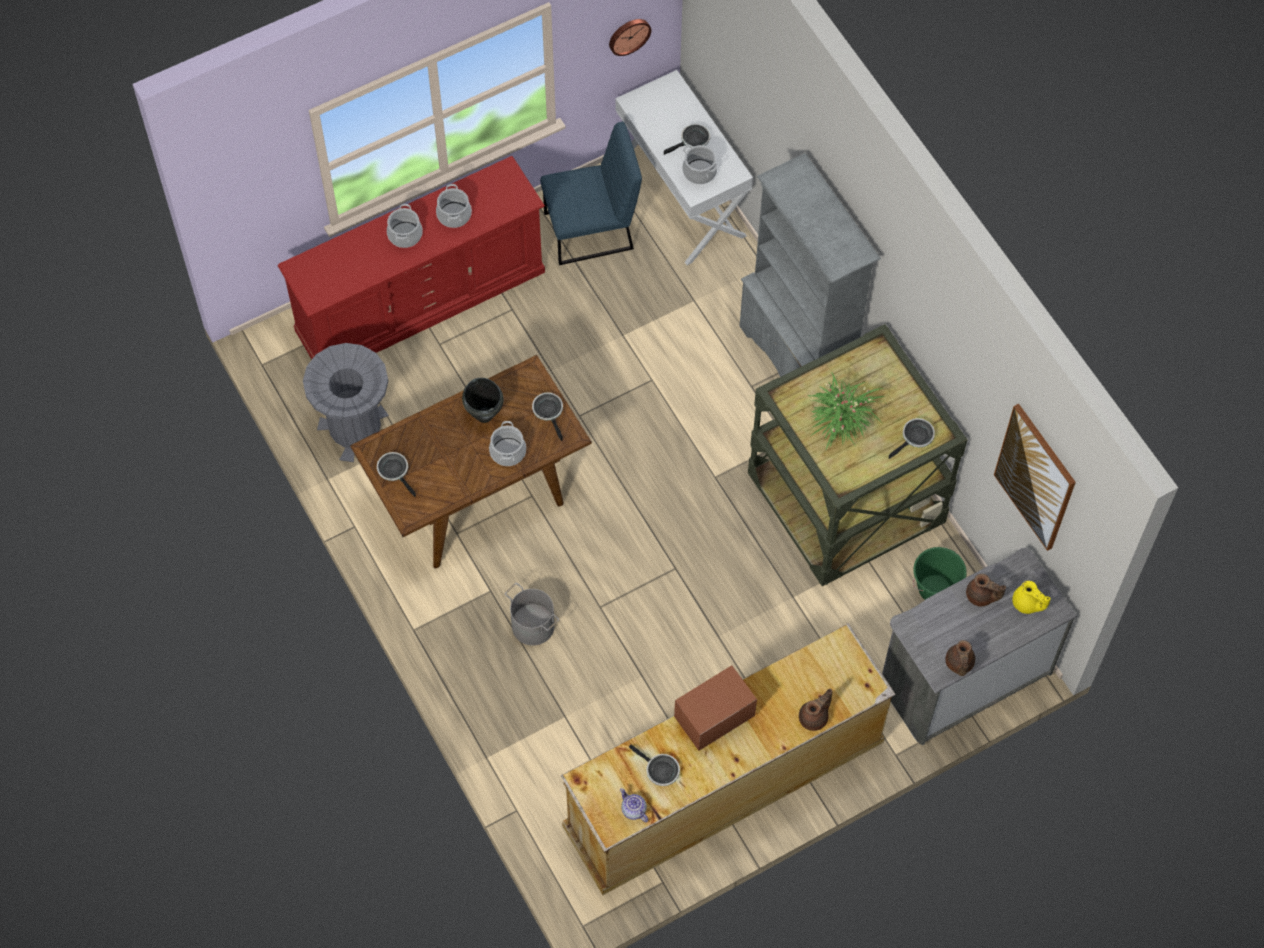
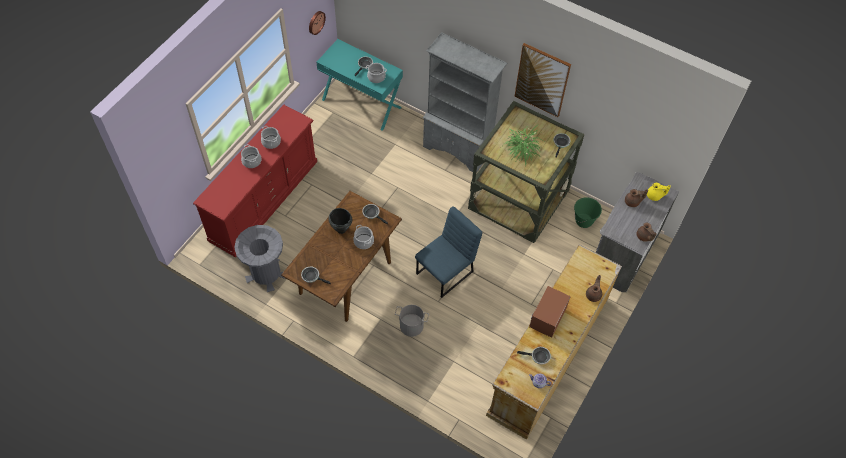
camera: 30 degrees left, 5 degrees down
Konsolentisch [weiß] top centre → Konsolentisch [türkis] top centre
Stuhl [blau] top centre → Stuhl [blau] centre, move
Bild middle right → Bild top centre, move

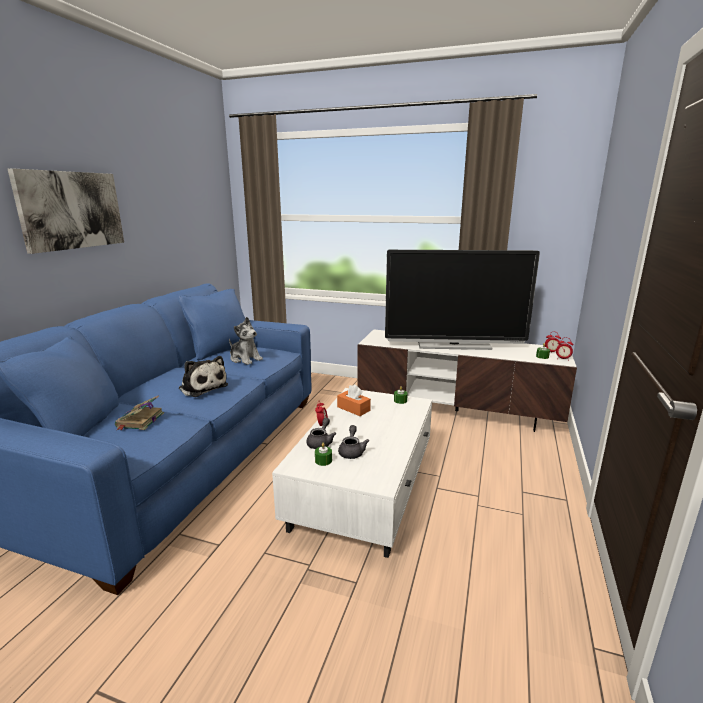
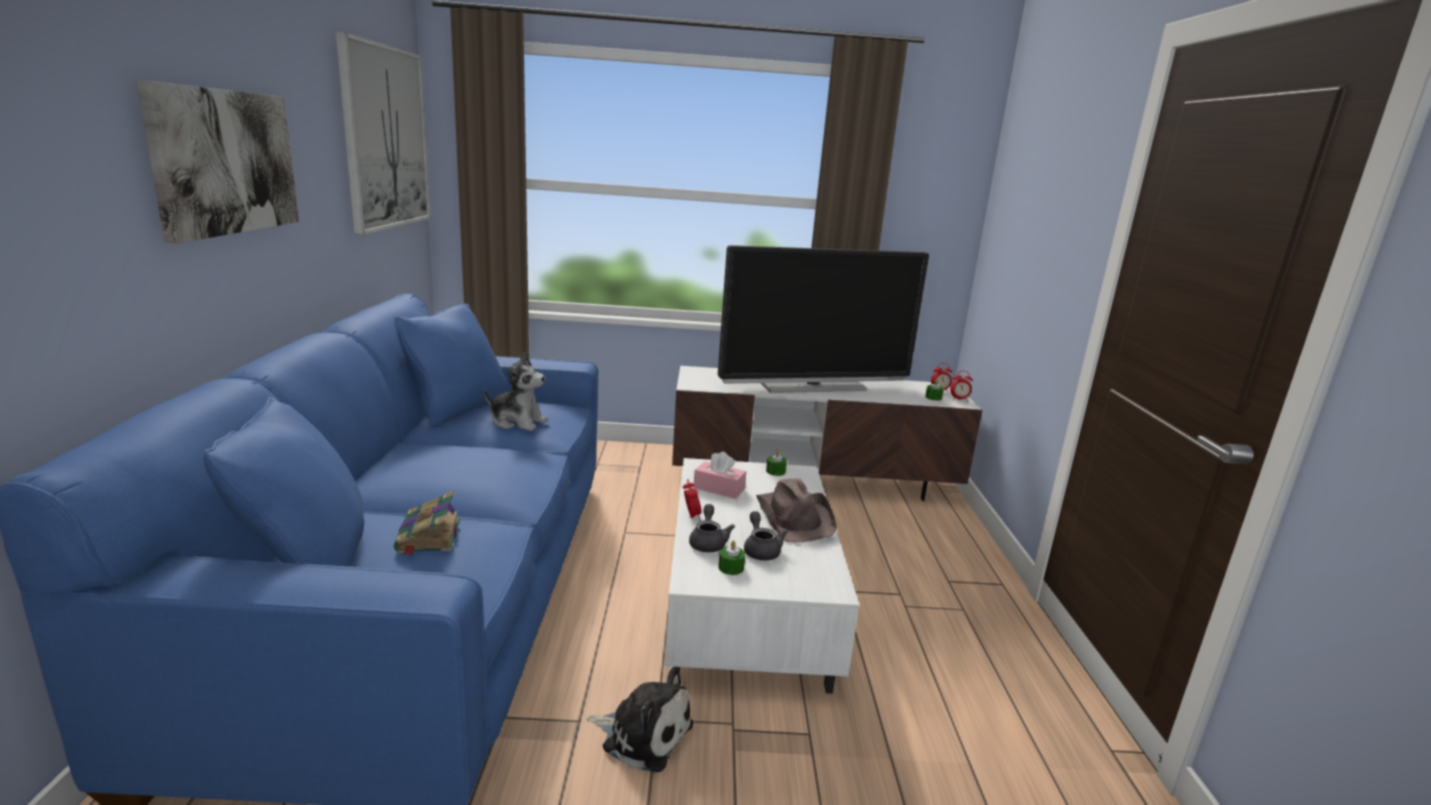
camera: 20 degrees left, 0 degrees up
Plüschtier (1st from left in the first image) middle left → Plüschtier (2nd from left) bottom centre, move
Taschentuchbox [orange] centre → Taschentuchbox [rosa] centre
- → Bild (2nd from left) top left
- → Hut [braun] centre

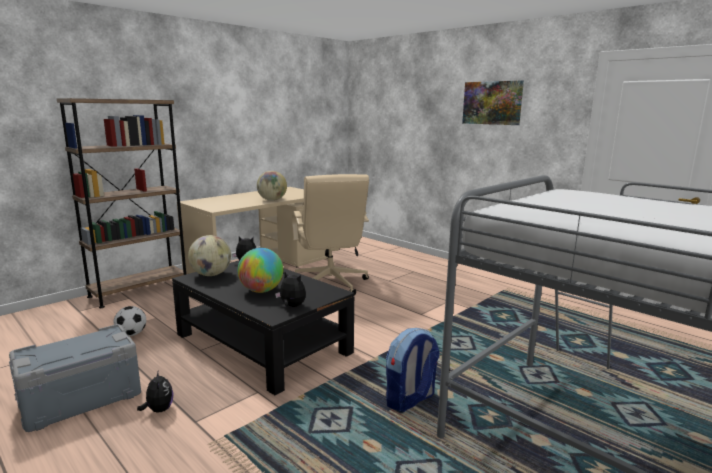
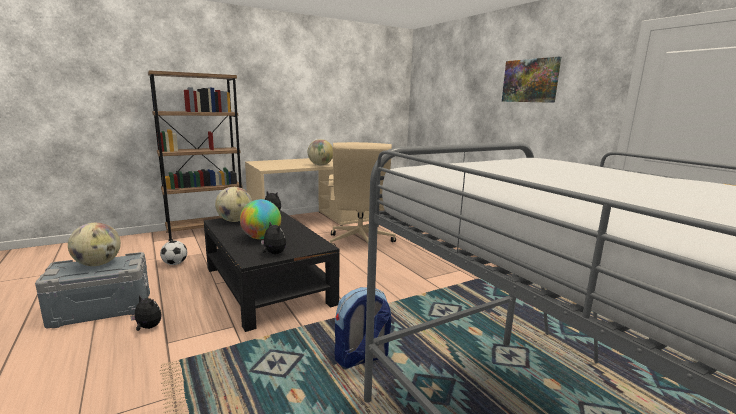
camera: 15 degrees right, 0 degrees up
Plüschtier (1st from left) bottom left, 60 degrees counterclockwise
- → Globus (1st from left) middle left

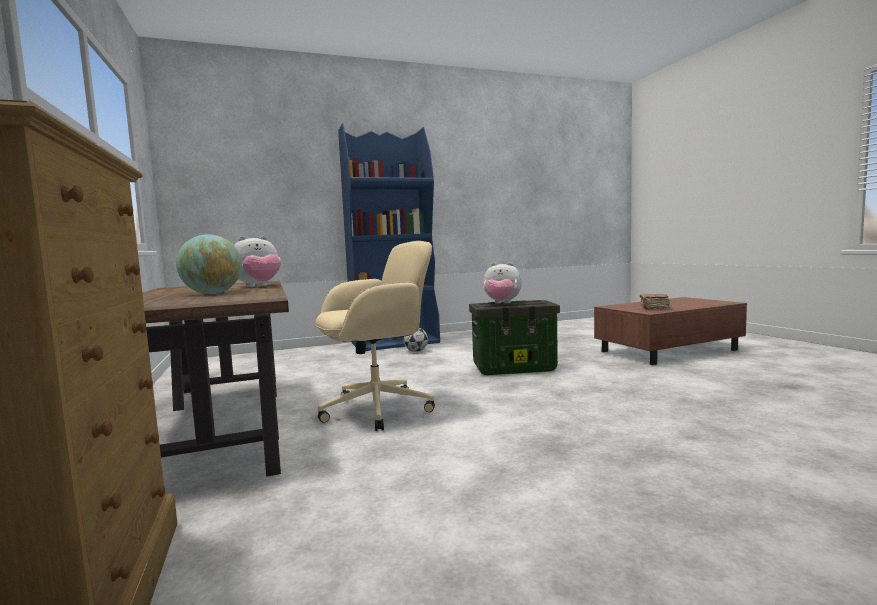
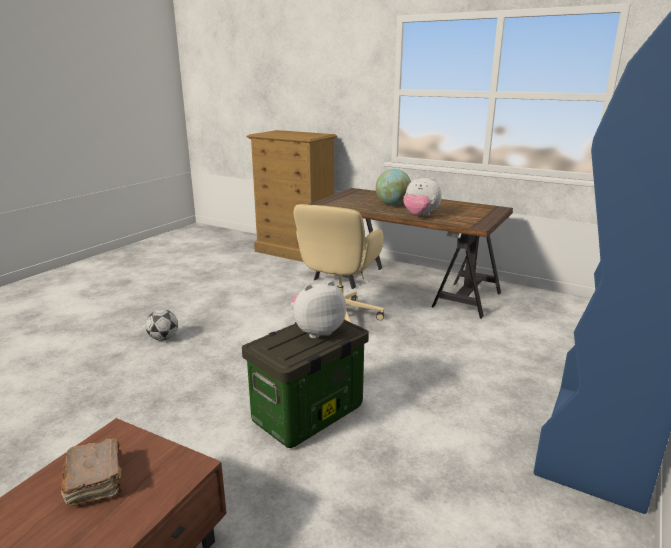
camera: 140 degrees right, 15 degrees up
Plüschtier (1st from left in the first image) middle left → Plüschtier (2nd from left) centre, 75 degrees counterclockwise
Fußball centre → Fußball middle left, move

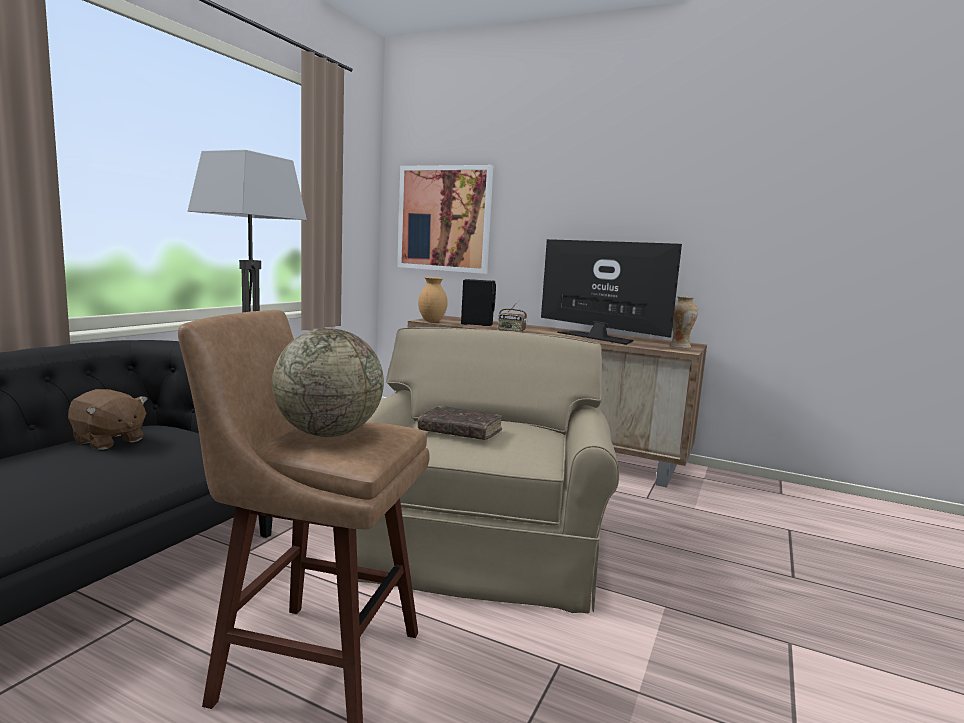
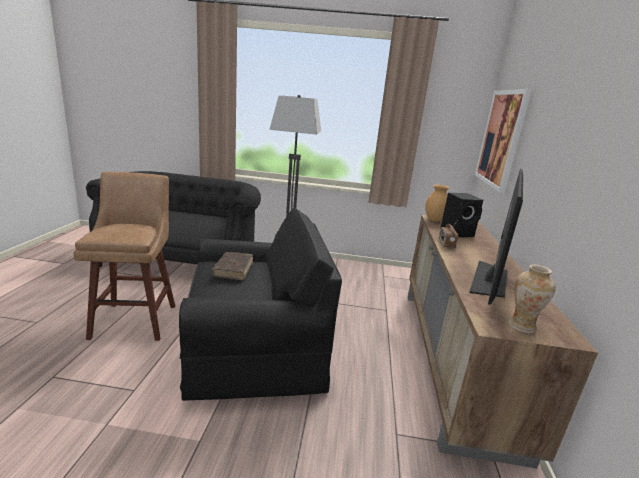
camera: 70 degrees right, 10 degrees up
Sessel [beige] centre → Sessel [schwarz] centre
Globus centre → -
Plüschtier [braun] middle left → -

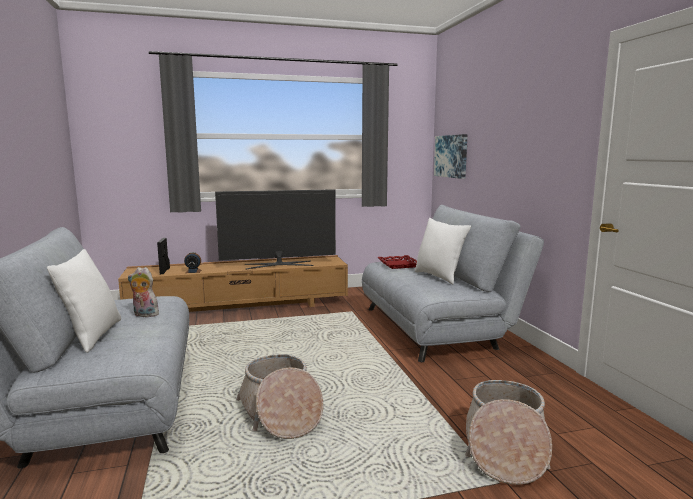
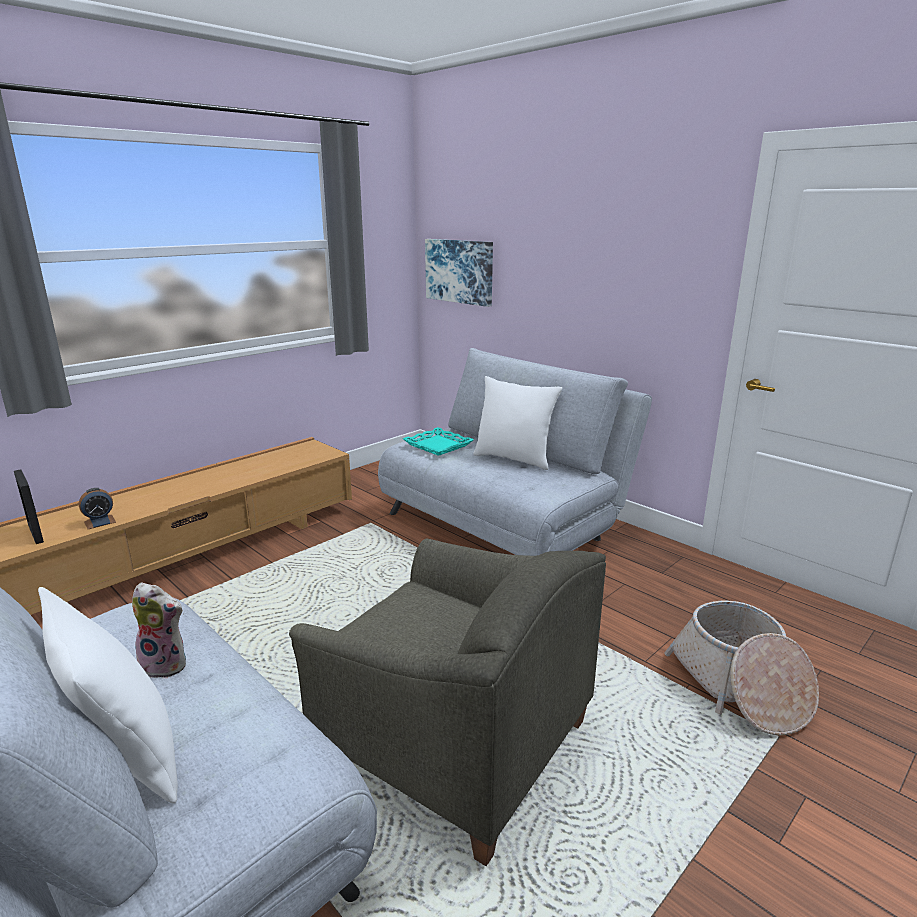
camera: 30 degrees left, 10 degrees up
Fernseher centre → -
Tablett [rot] centre → Tablett [türkis] centre
Plüschtier middle left → Plüschtier bottom left, 150 degrees counterclockwise
Korb (1st from left) bottom centre → Sessel [grau] bottom centre

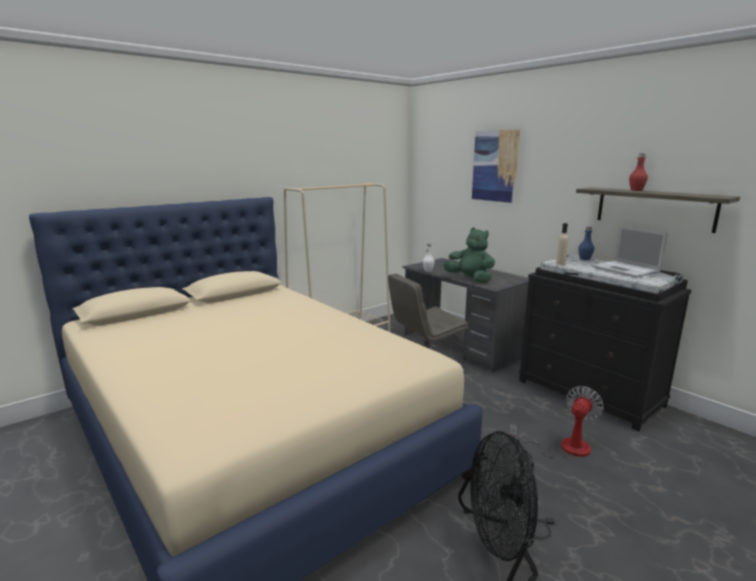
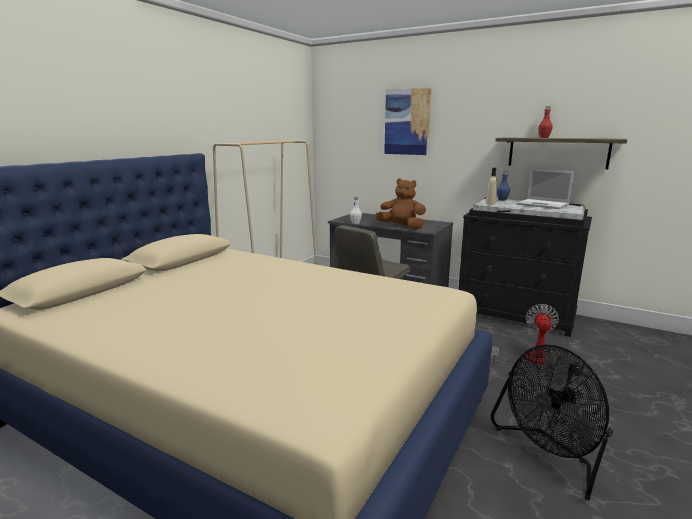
camera: 20 degrees left, 0 degrees up
Plüschtier [grün] centre → Plüschtier [braun] centre

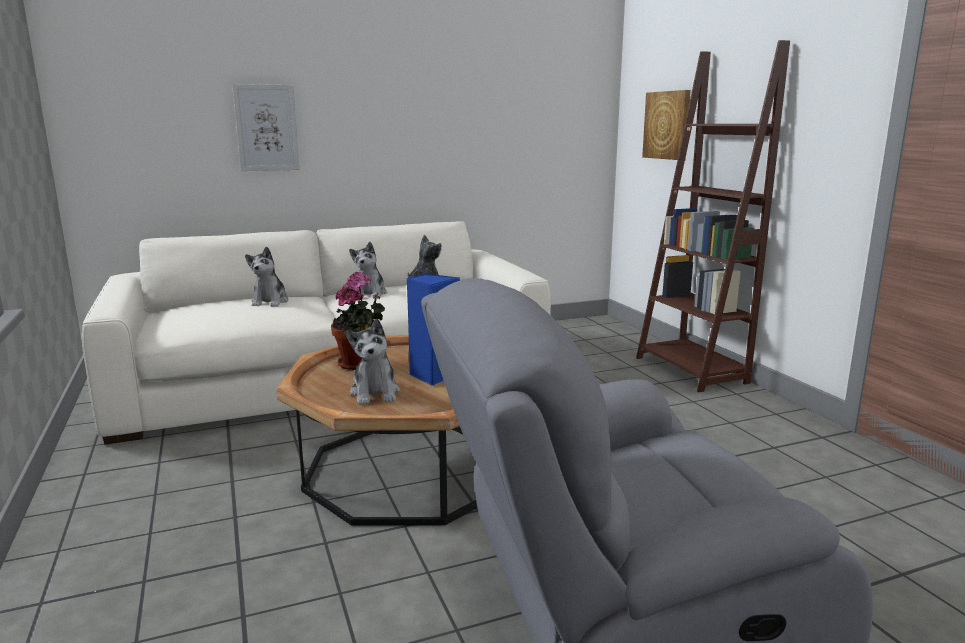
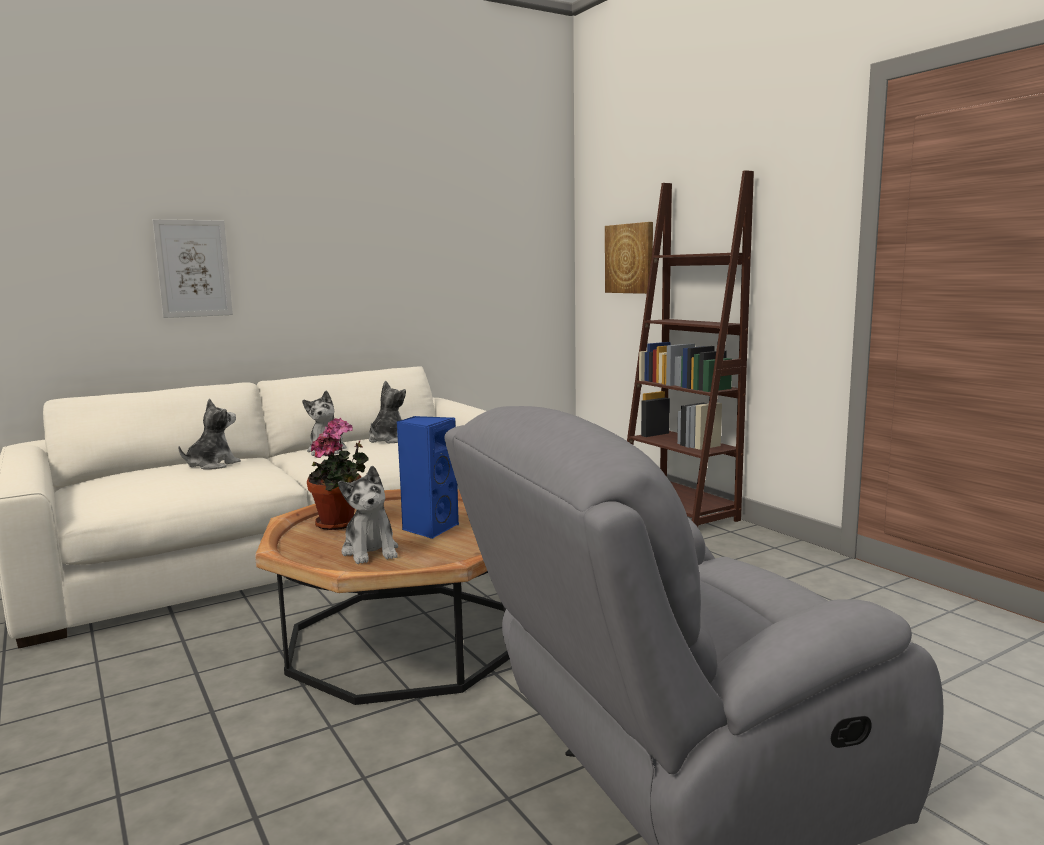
camera: 10 degrees left, 5 degrees down
Plüschtier (1st from left) middle left, 135 degrees counterclockwise

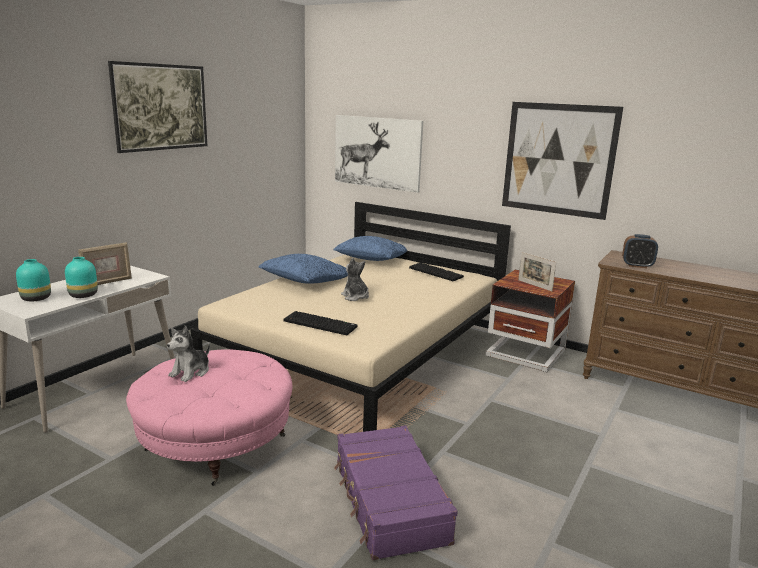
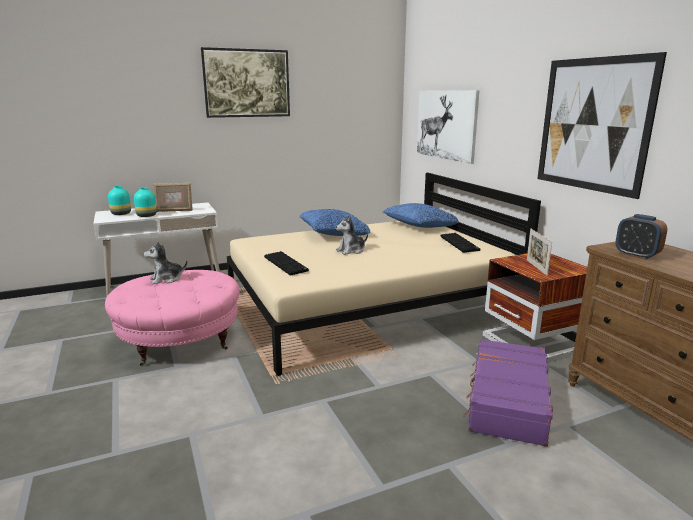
camera: 35 degrees right, 0 degrees up
Plüschtier (2nd from left) centre, 120 degrees counterclockwise
Koffer [lila] bottom centre → Koffer [lila] bottom right, move

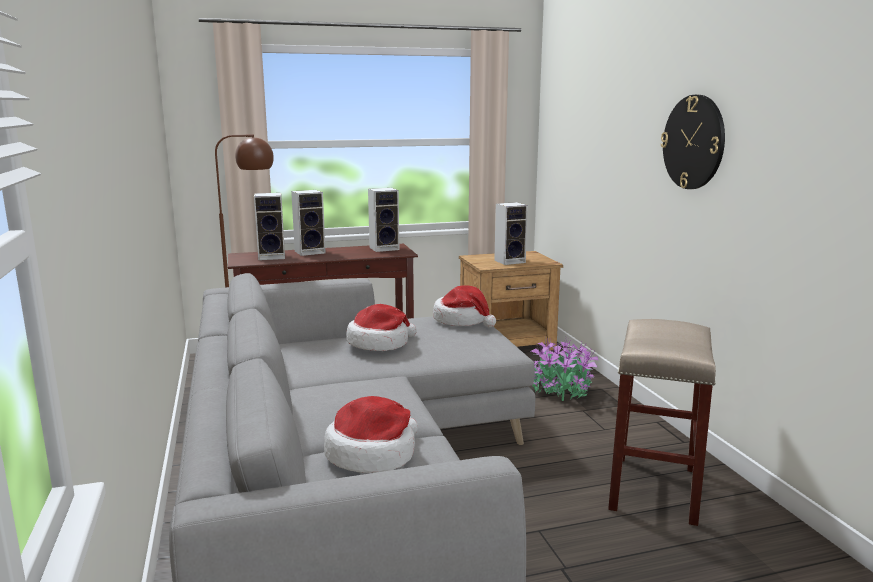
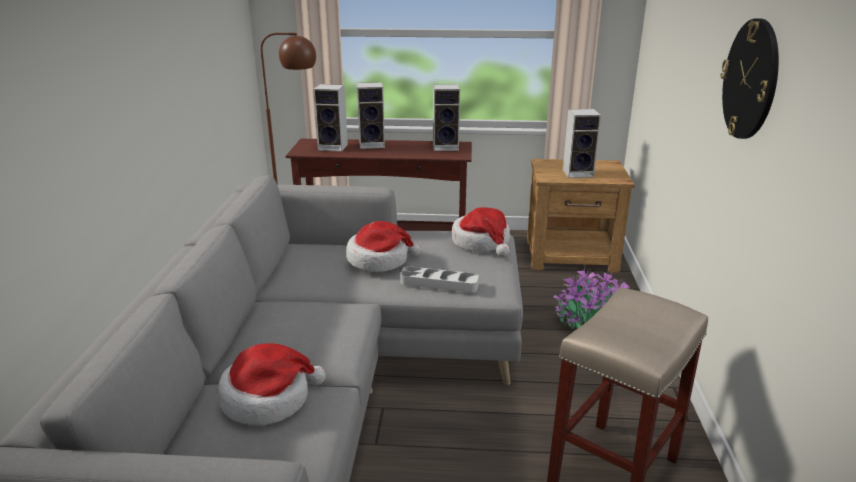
camera: 20 degrees right, 10 degrees up
- → Tablett [grau] centre

